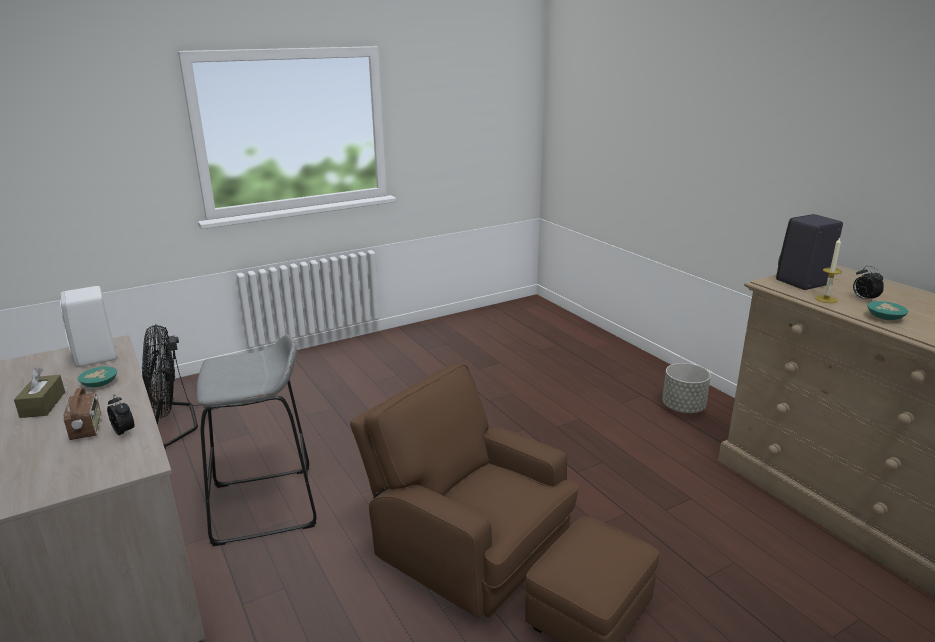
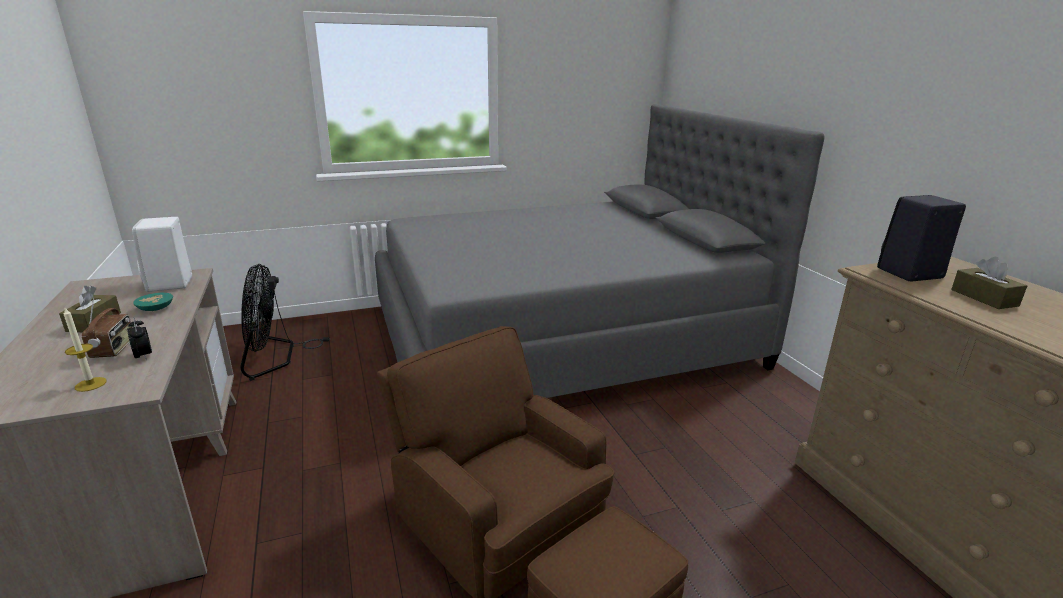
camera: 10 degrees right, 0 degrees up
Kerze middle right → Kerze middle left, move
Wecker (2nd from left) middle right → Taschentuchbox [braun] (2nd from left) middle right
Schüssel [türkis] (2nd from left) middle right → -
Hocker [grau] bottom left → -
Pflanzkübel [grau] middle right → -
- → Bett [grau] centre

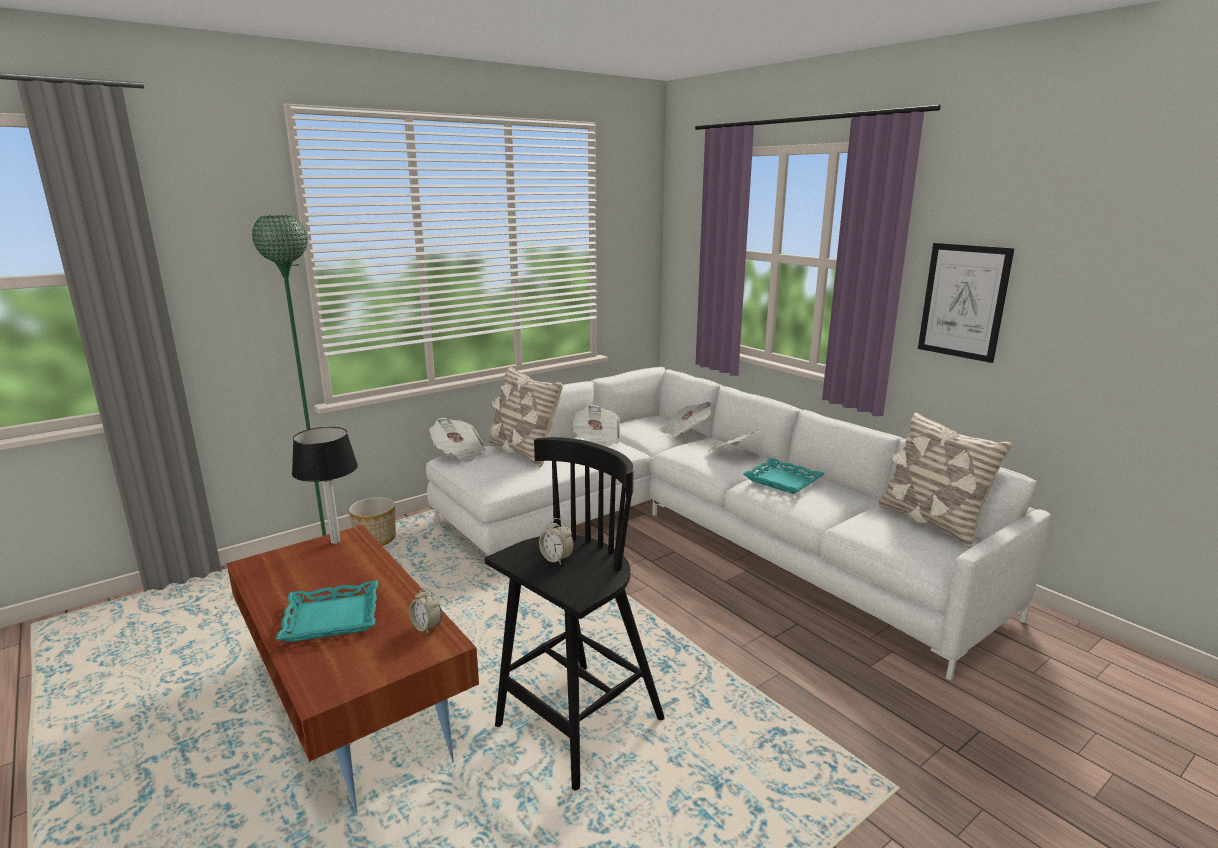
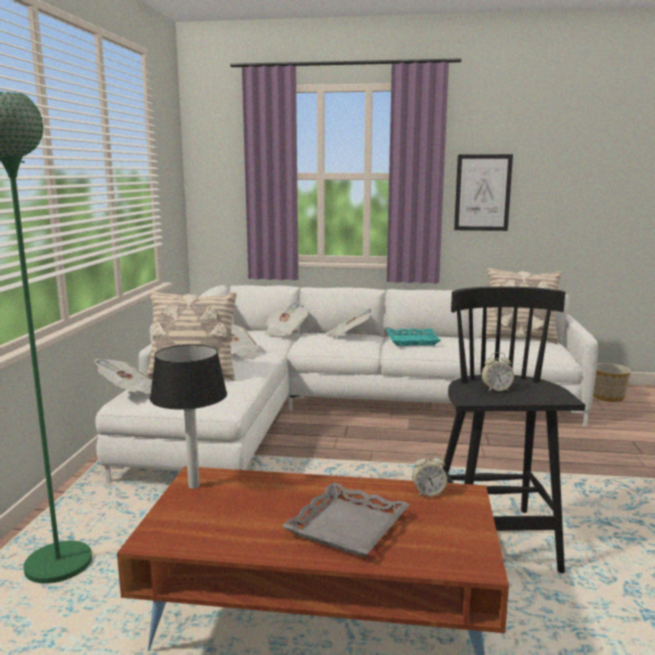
camera: 45 degrees left, 5 degrees down
Pflanzkübel middle left → Pflanzkübel middle right, move
Tablett [türkis] (1st from left) bottom left → Tablett [grau] bottom centre

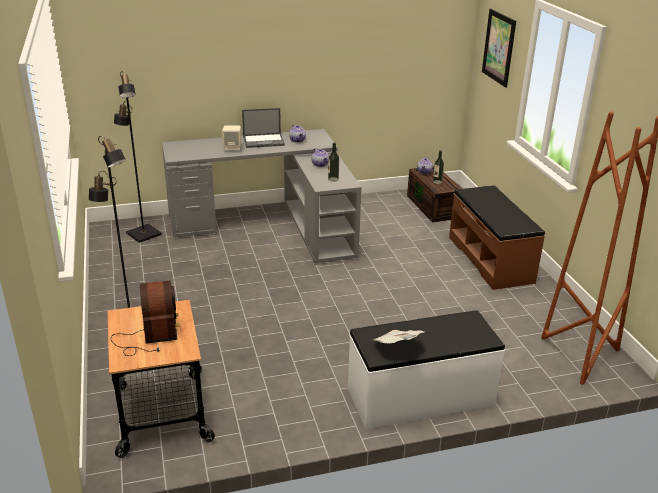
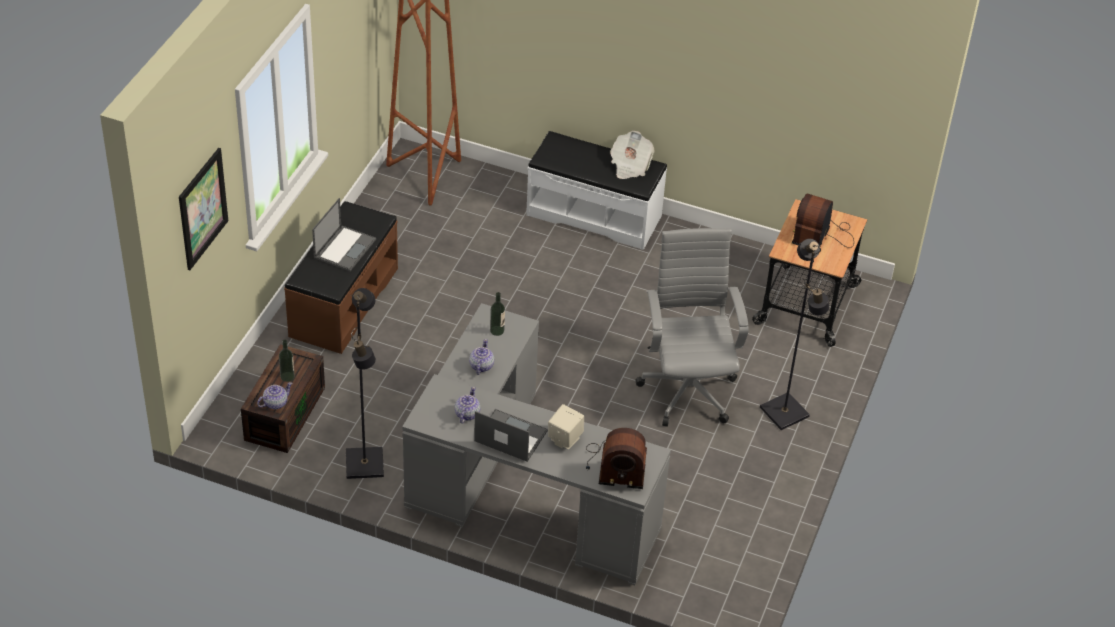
camera: 145 degrees left, 15 degrees up
Stehlampe [schwarz] (2nd from left in the first image) top left → Stehlampe [schwarz] (1st from left) middle left, move
- → Laptop (1st from left) middle left
- → Bürostuhl [grau] centre
- → Radio (1st from left) bottom centre

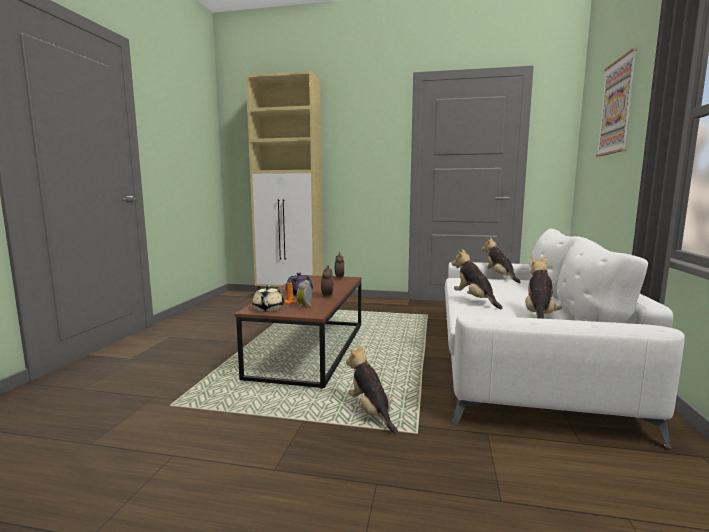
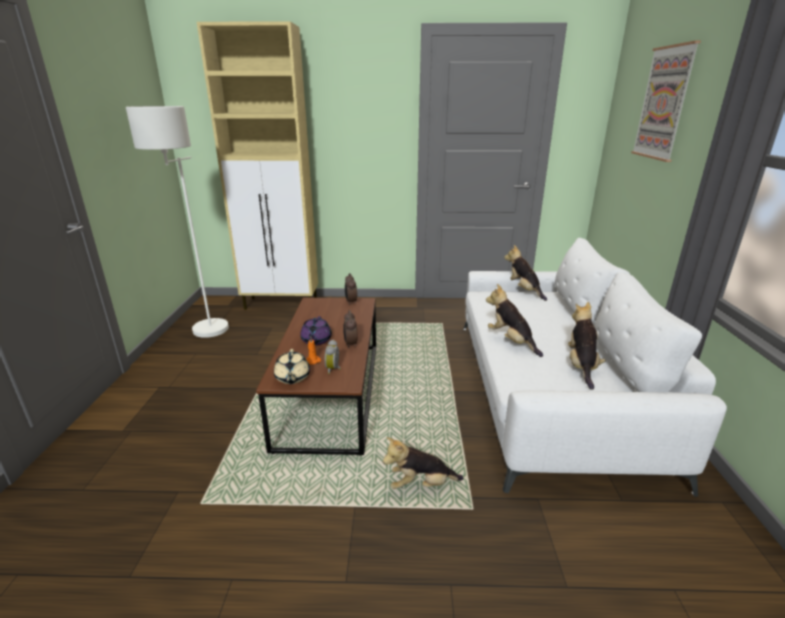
camera: 10 degrees left, 15 degrees up
Plüschtier (1st from left) bottom centre, 60 degrees counterclockwise
- → Stehlampe [weiß] middle left

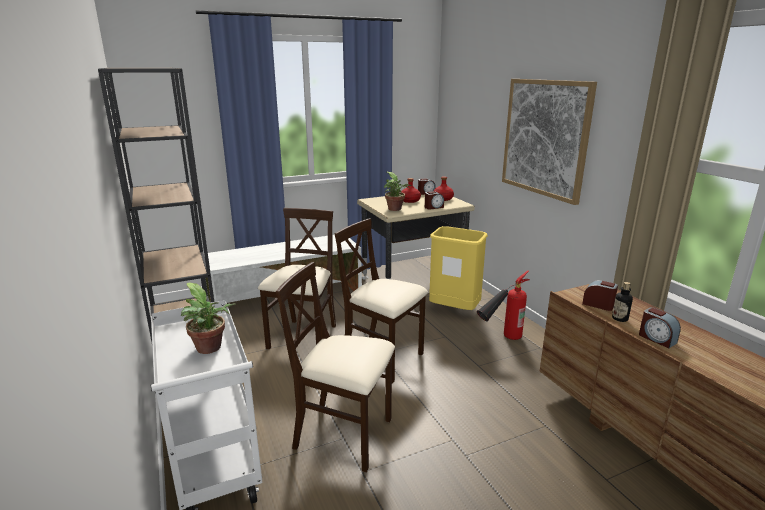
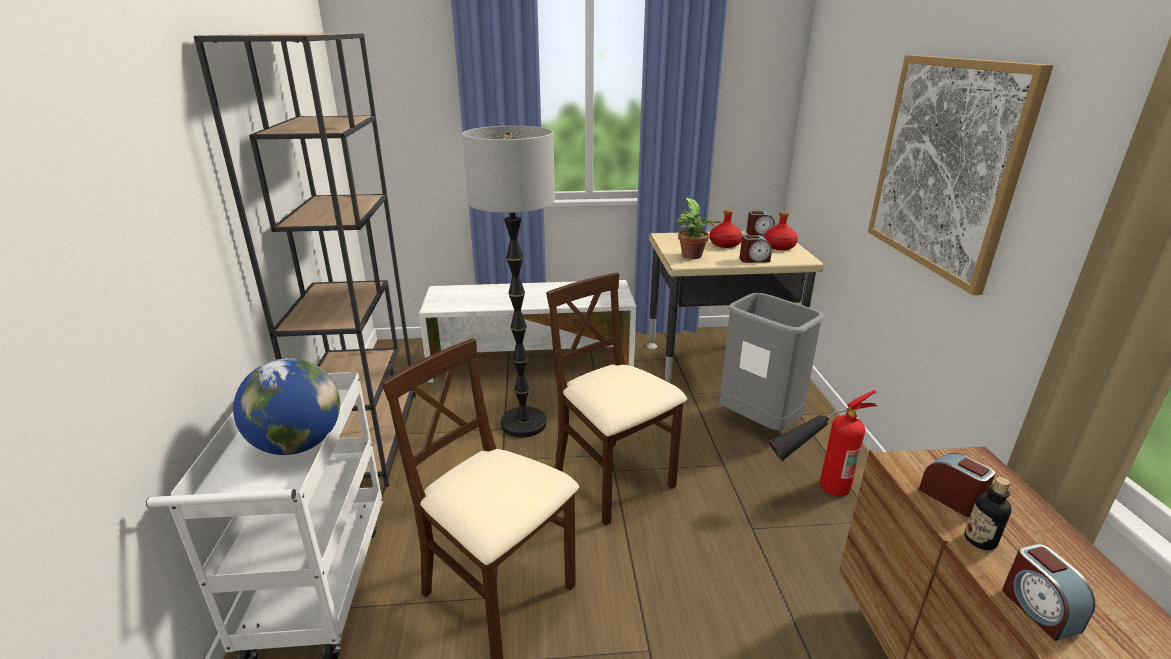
camera: 20 degrees right, 5 degrees up
Stuhl [beige] (1st from left) centre → Stehlampe centre
Mülleimer [gelb] centre → Mülleimer [grau] centre
Topfpflanze (1st from left) middle left → Globus middle left

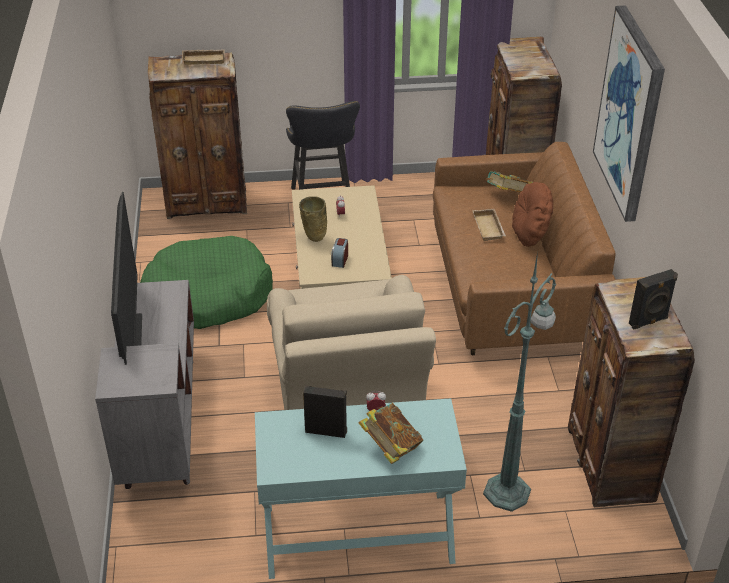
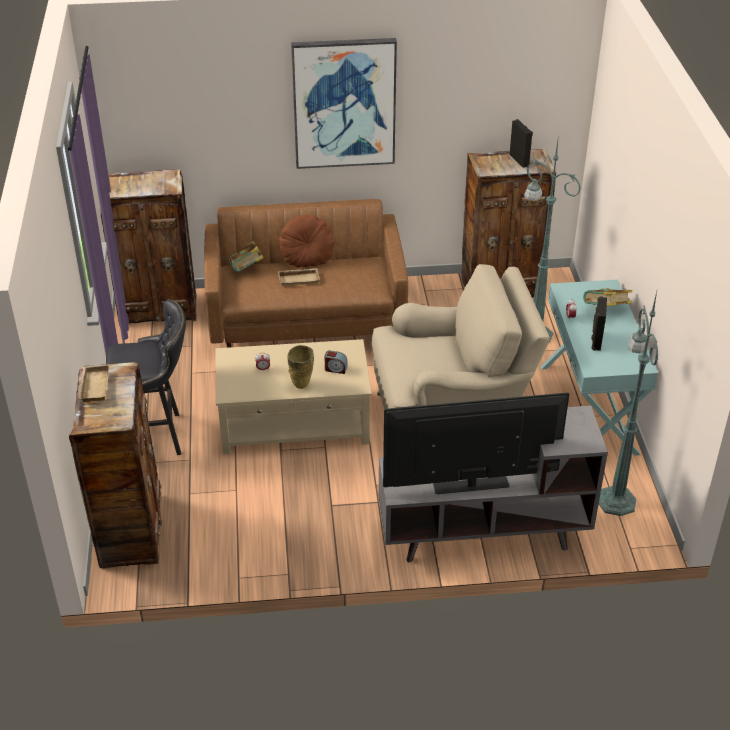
camera: 90 degrees left, 0 degrees up
Hundebett [grün] middle left → -
- → Stehlampe [grün] (2nd from left) middle right

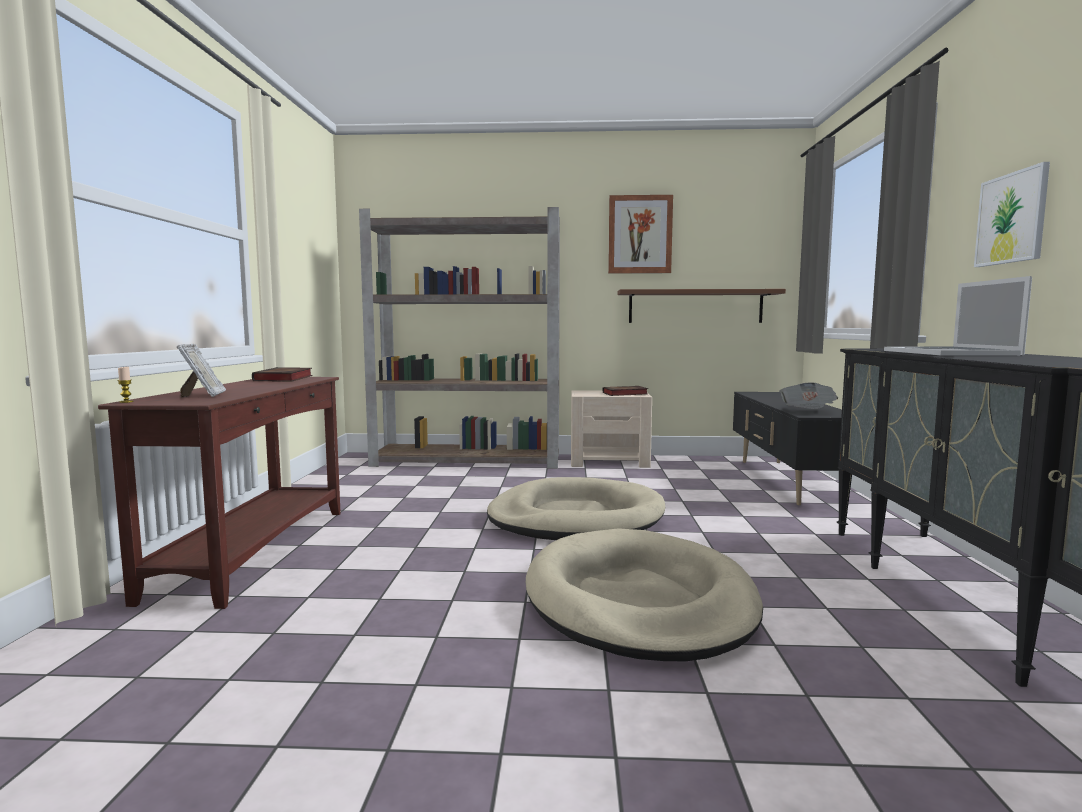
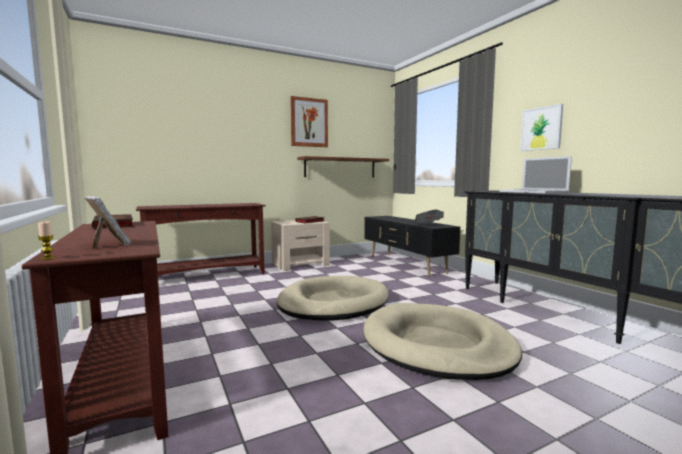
camera: 30 degrees left, 0 degrees up
Bücherregal [braun] centre → Konsolentisch [braun] (2nd from left) middle left

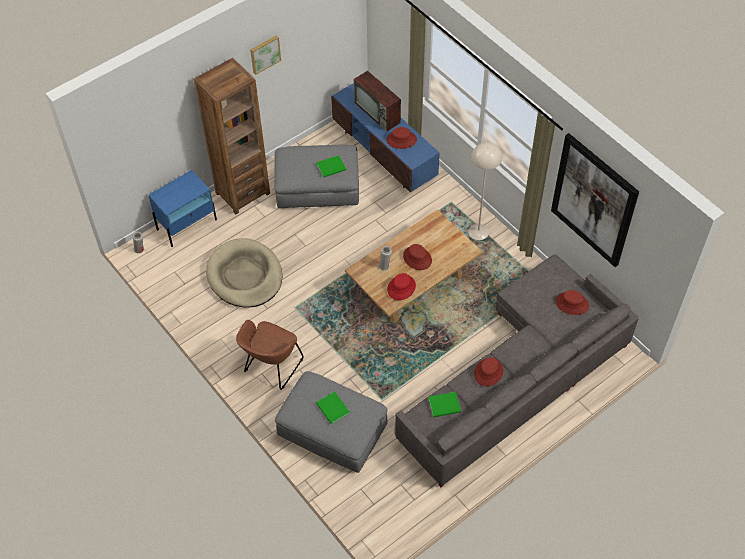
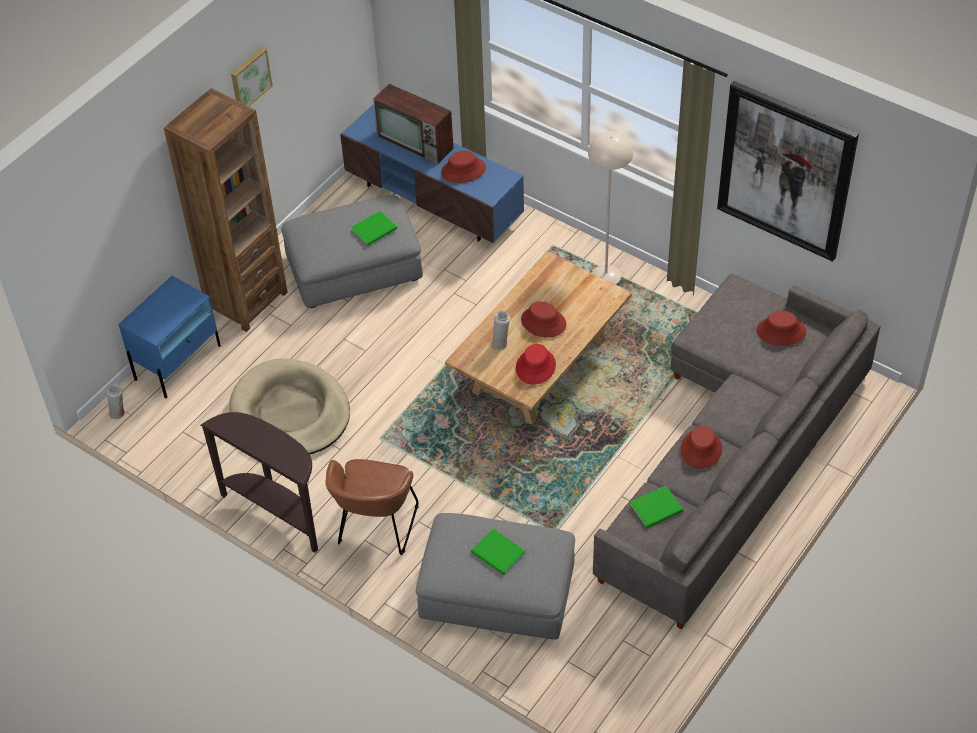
camera: 15 degrees left, 5 degrees down
- → Konsolentisch [braun] middle left

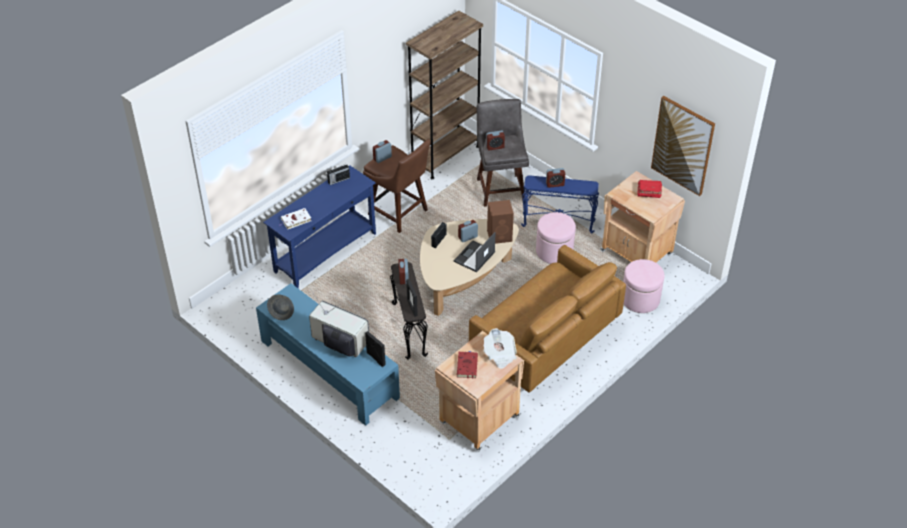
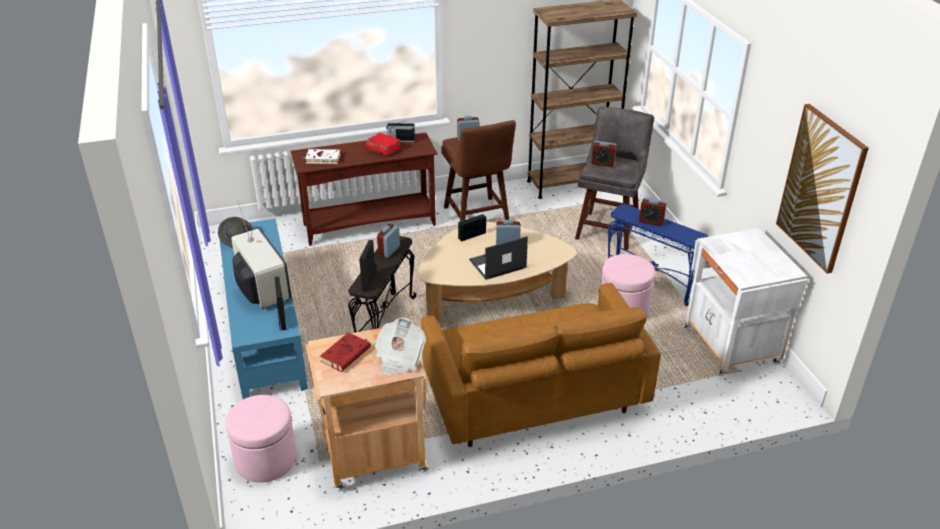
camera: 30 degrees right, 10 degrees down
Konsolentisch [blau] centre → Konsolentisch [braun] centre
Rollwagen [braun] (2nd from left) middle right → Rollwagen [weiß] middle right
Buch [rot] (2nd from left) middle right → Buch [rot] (2nd from left) top centre, move
Lautsprecher [braun] centre → -
Polsterhocker [rosa] (2nd from left in the first image) middle right → Polsterhocker [rosa] (1st from left) bottom left, move

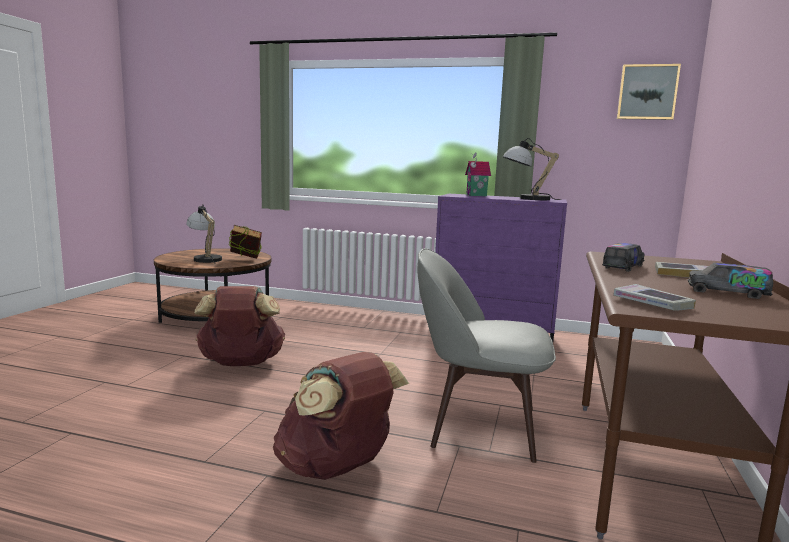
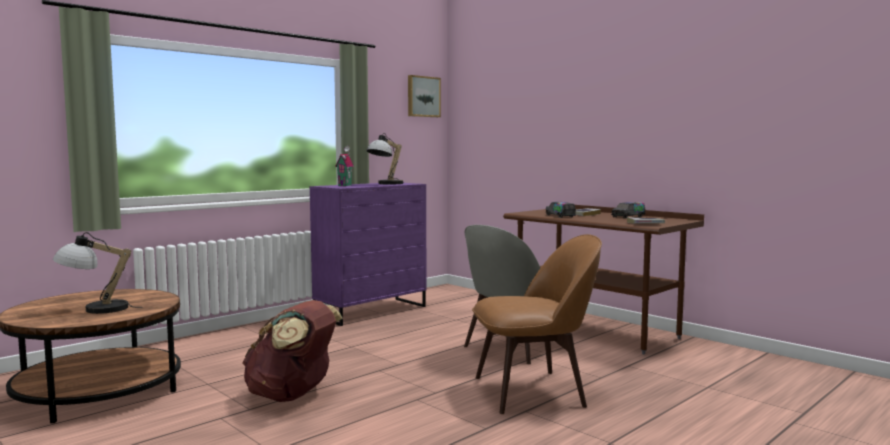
camera: 60 degrees left, 5 degrees down
Buch (1st from left) middle left → -
Rucksack [braun] (2nd from left) bottom centre → Stuhl [braun] bottom centre

